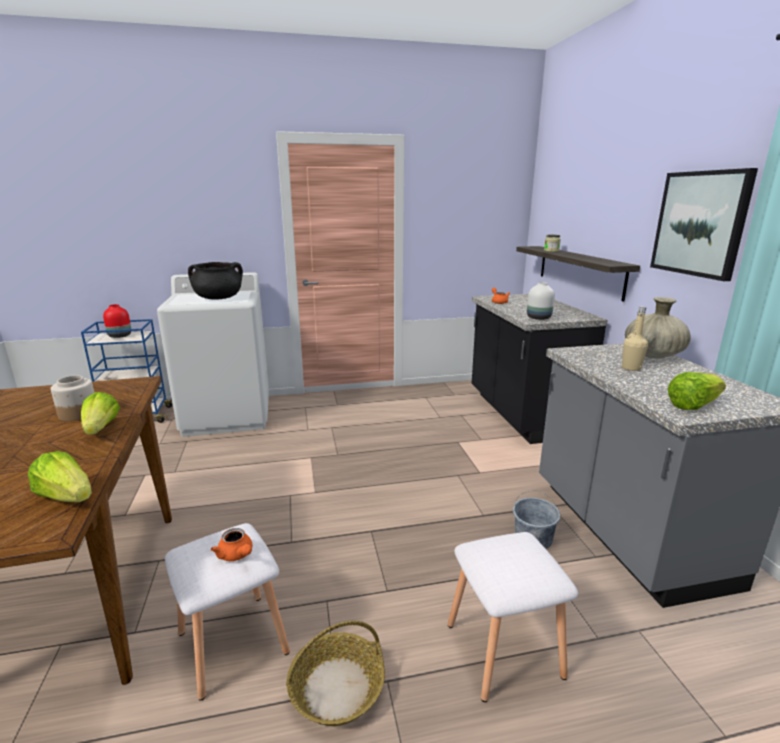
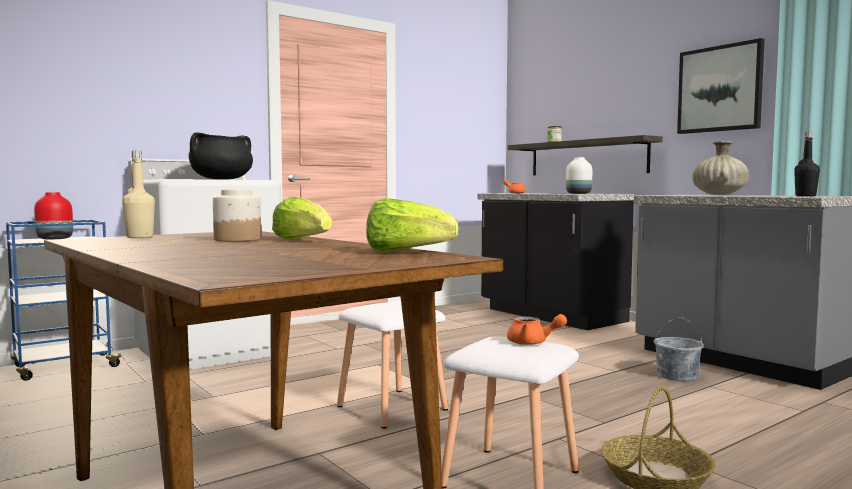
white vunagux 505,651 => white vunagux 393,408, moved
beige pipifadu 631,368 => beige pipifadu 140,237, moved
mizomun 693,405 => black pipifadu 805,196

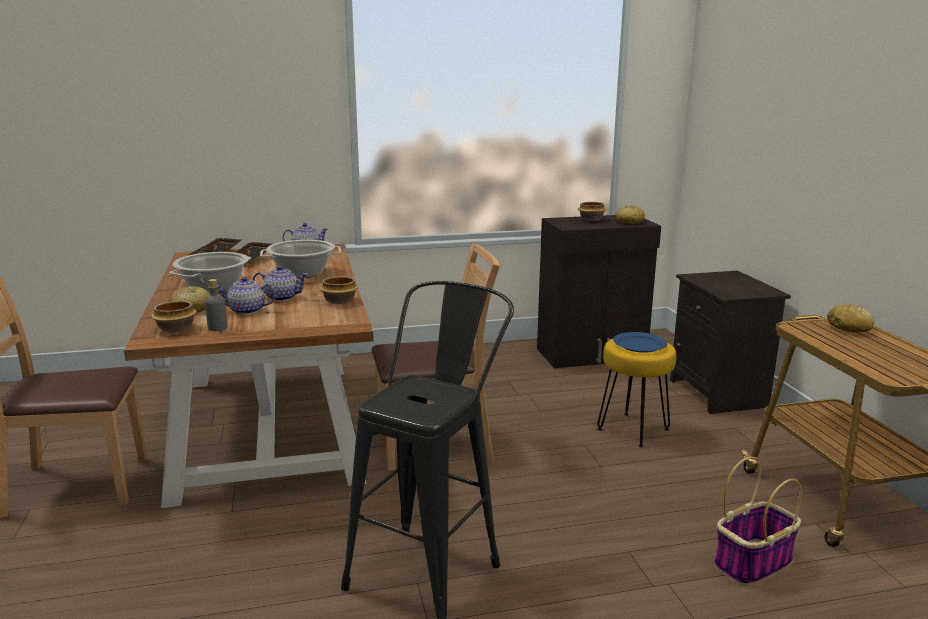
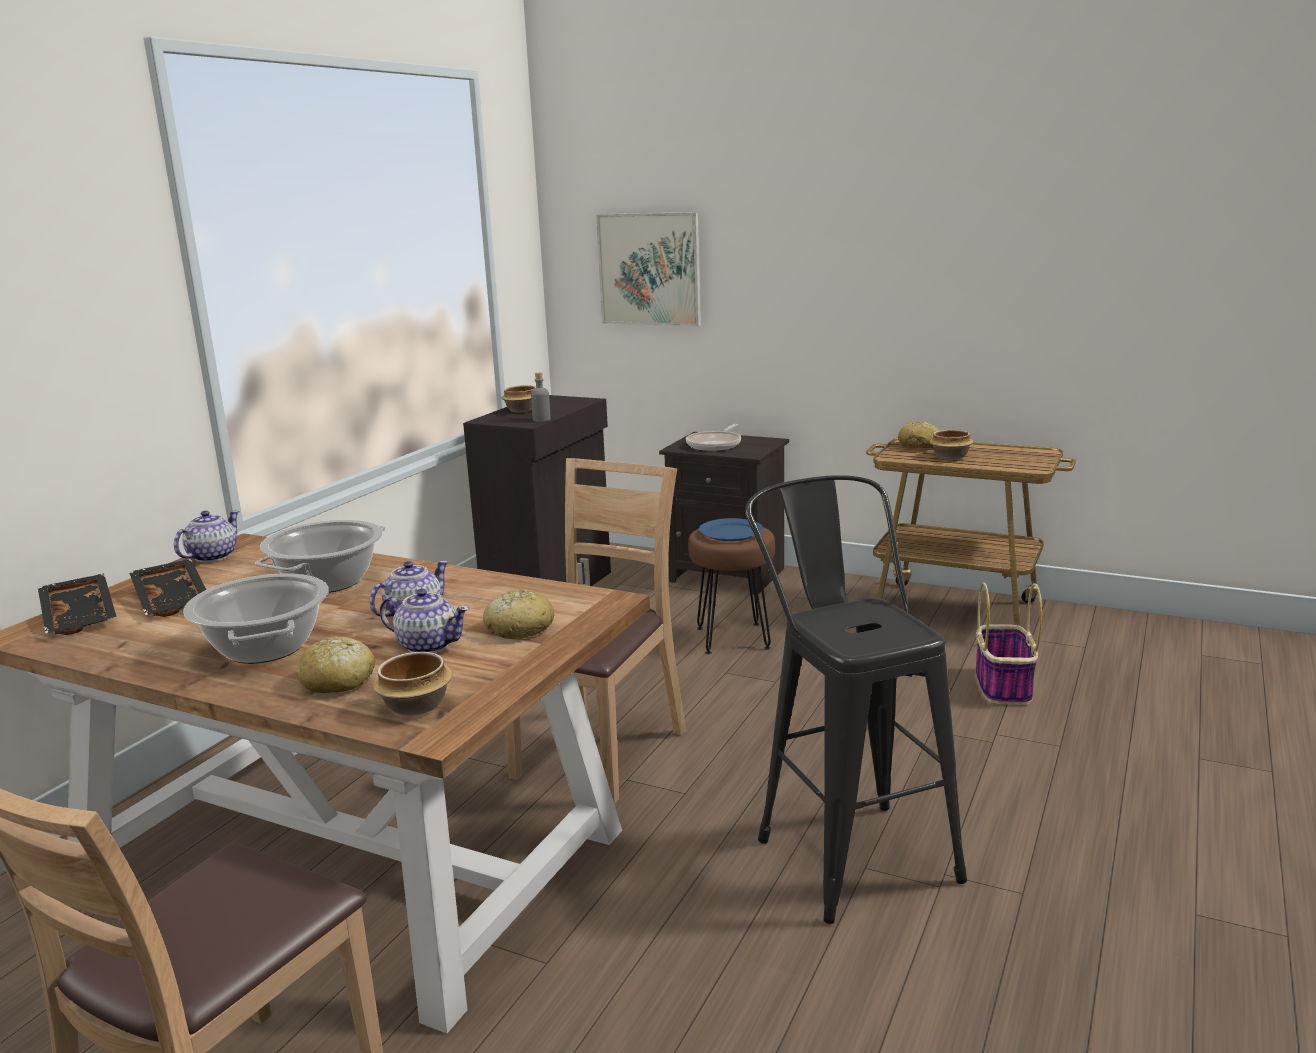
nothing => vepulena 649,269
nothing => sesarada 715,444
grey pipifadu 217,328 => grey pipifadu 541,420, moved
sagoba 339,301 => sagoba 950,457, moved
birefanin 629,222 => birefanin 518,628, moved
yellow vunagux 634,429 => brown vunagux 733,638
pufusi 247,311 => pufusi 428,645, 105 degrees counterclockwise

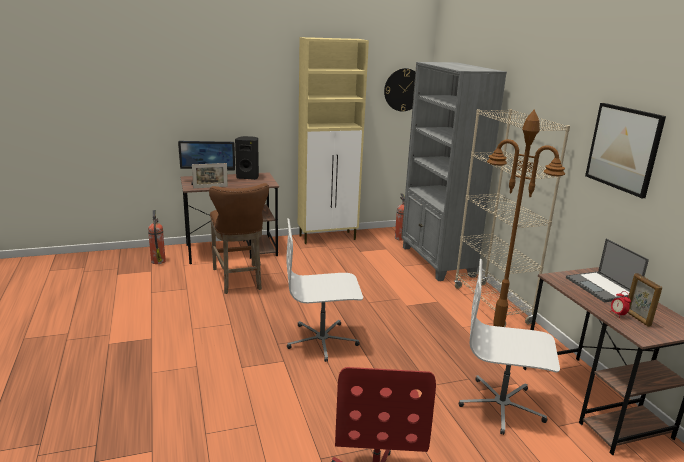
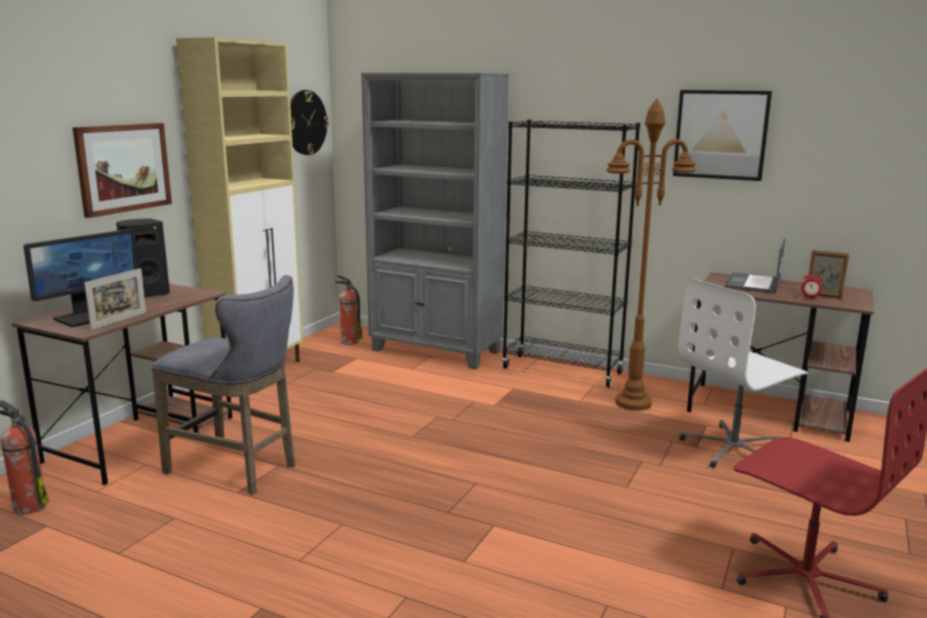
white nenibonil 322,341 => nothing
nothing => vepulena 123,168
brown vunagux 238,280 => grey vunagux 238,469
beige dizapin 491,305 => black dizapin 562,371
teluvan 602,287 => teluvan 753,284, 90 degrees clockwise

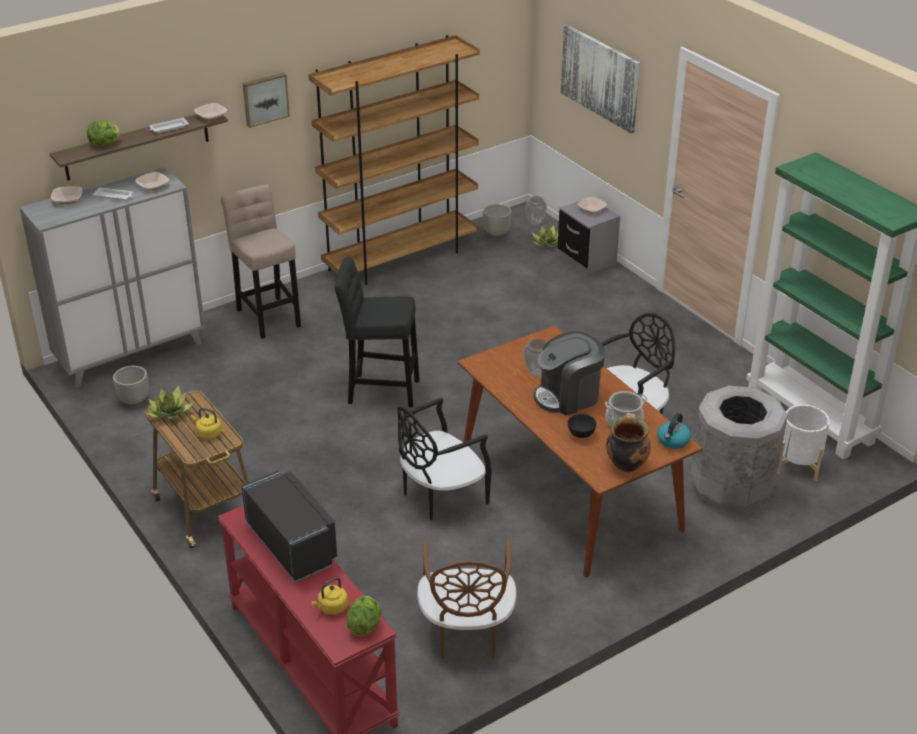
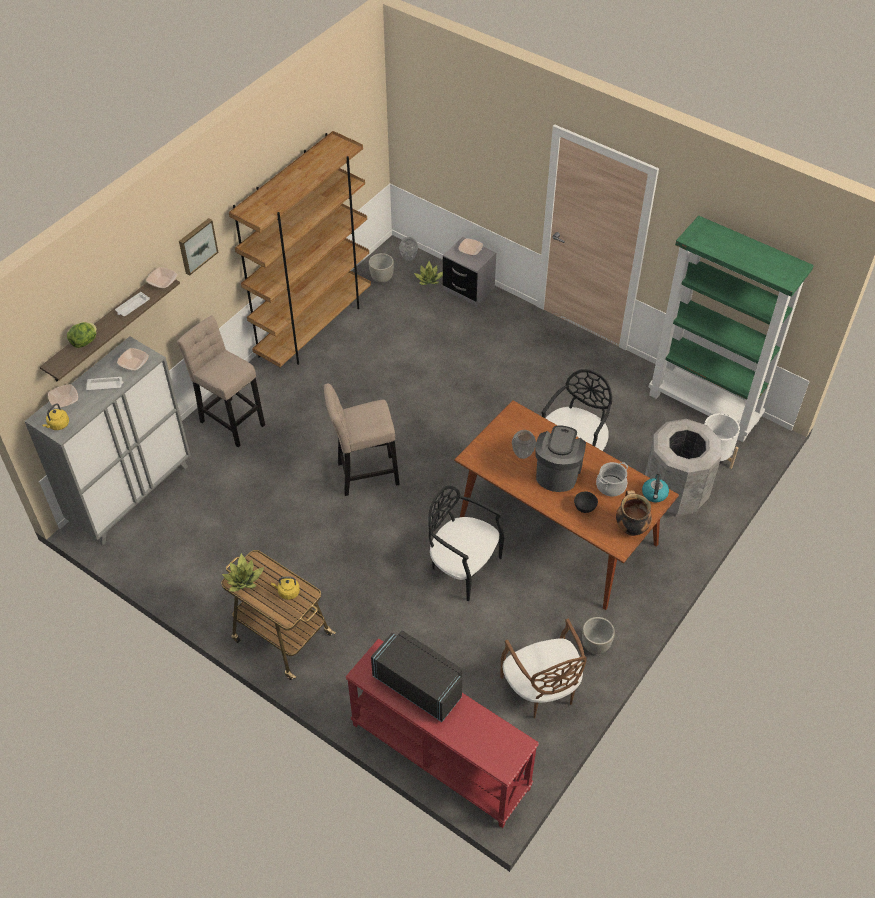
mizomun 364,625 => nothing
vepulena 600,77 => nothing
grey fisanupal 133,400 => grey fisanupal 595,645, moved
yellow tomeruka 331,608 => yellow tomeruka 58,425, moved
black vunagux 379,390 => beige vunagux 364,475
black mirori 441,495 => black mirori 463,566, 90 degrees clockwise
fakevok 568,396 => fakevok 557,472, 150 degrees clockwise

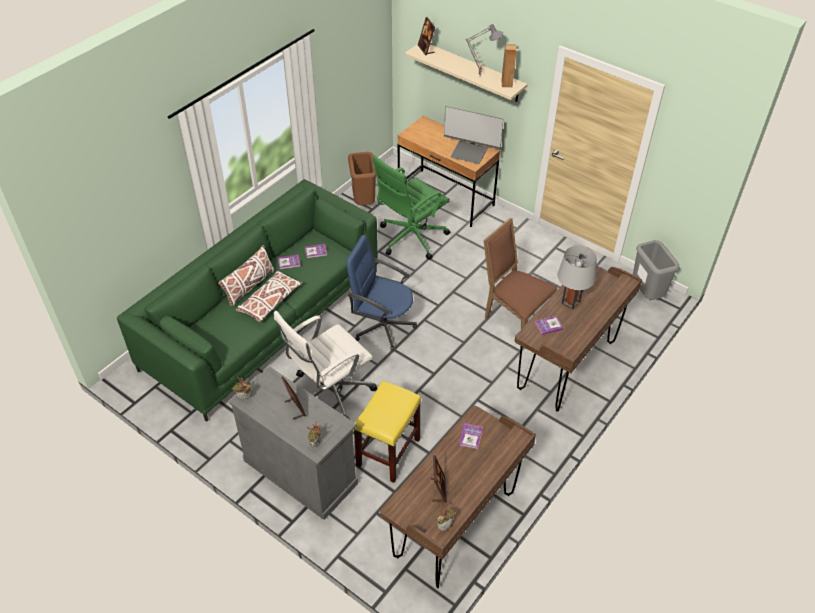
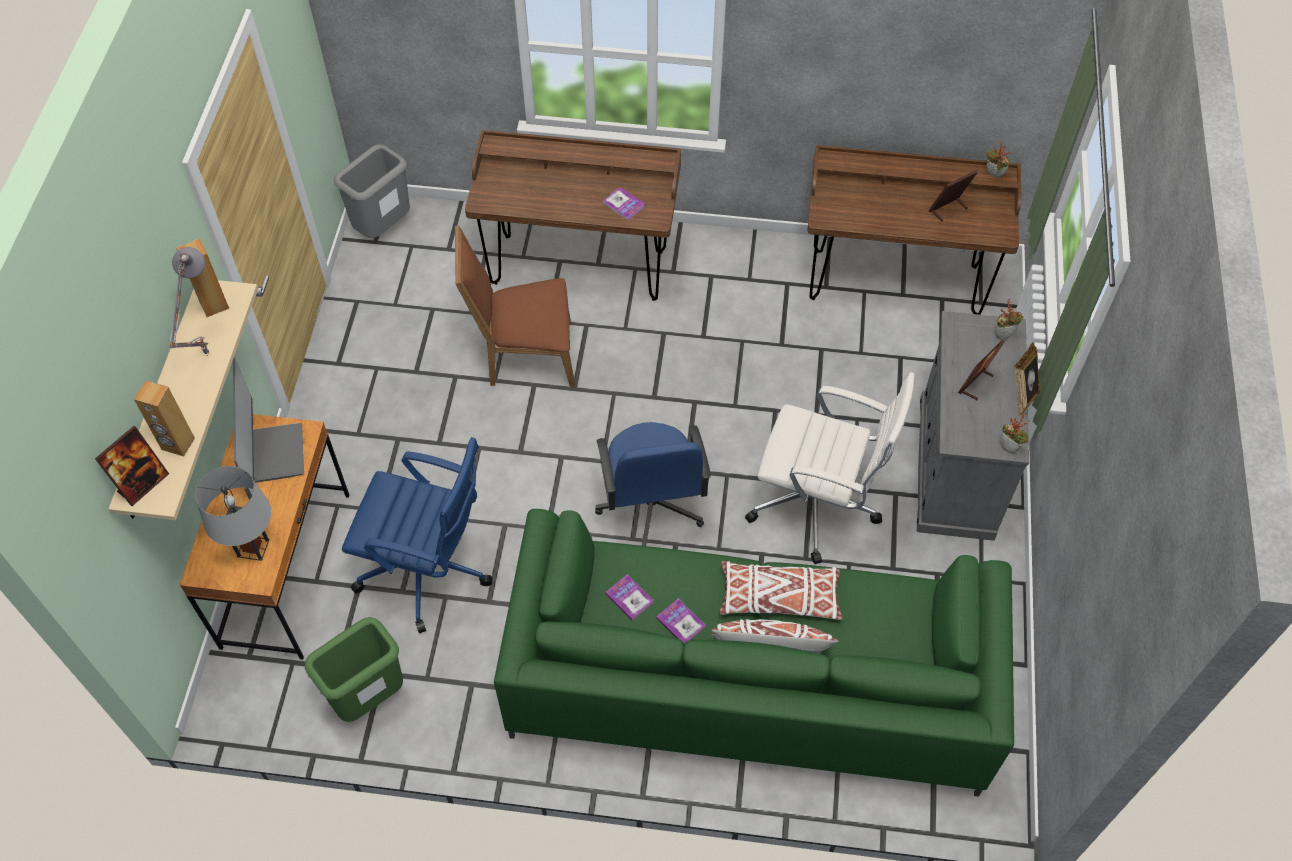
yellow vunagux 388,452 => nothing
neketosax 470,436 => nothing
nothing => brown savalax 178,444
nothing => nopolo 1022,392
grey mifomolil 570,302 => grey mifomolil 253,548, moved
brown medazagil 364,202 => green medazagil 369,697
green nenibonil 410,238 => blue nenibonil 428,569
brown mirori 514,317 => brown mirori 525,356, 75 degrees clockwise

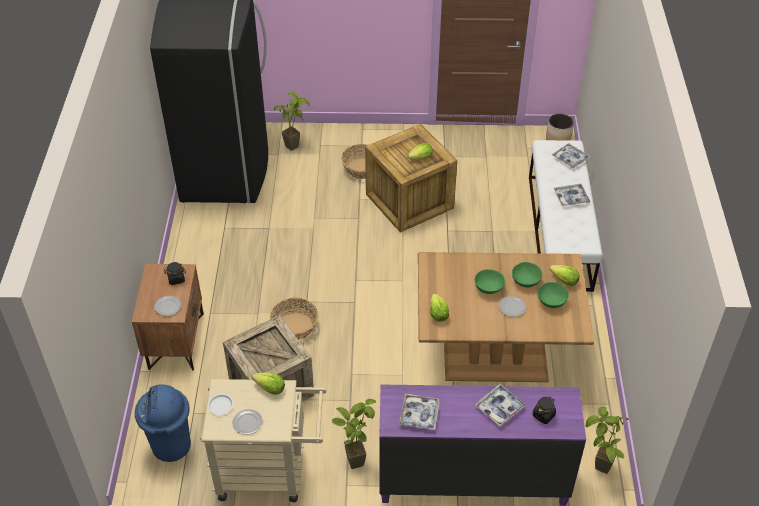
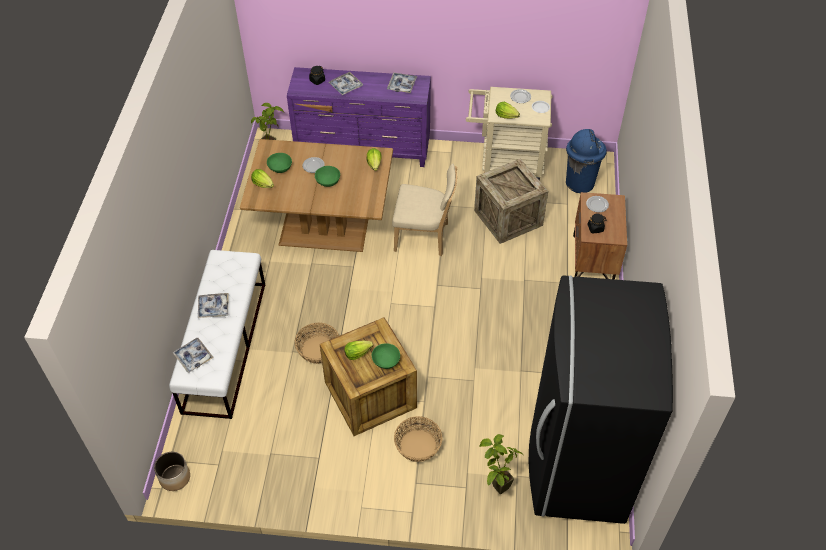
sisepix 356,457 => nothing
nothing => beige mirori 424,237
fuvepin 294,326 => fuvepin 318,349, moved
green sagoba 525,281 => green sagoba 386,361, moved

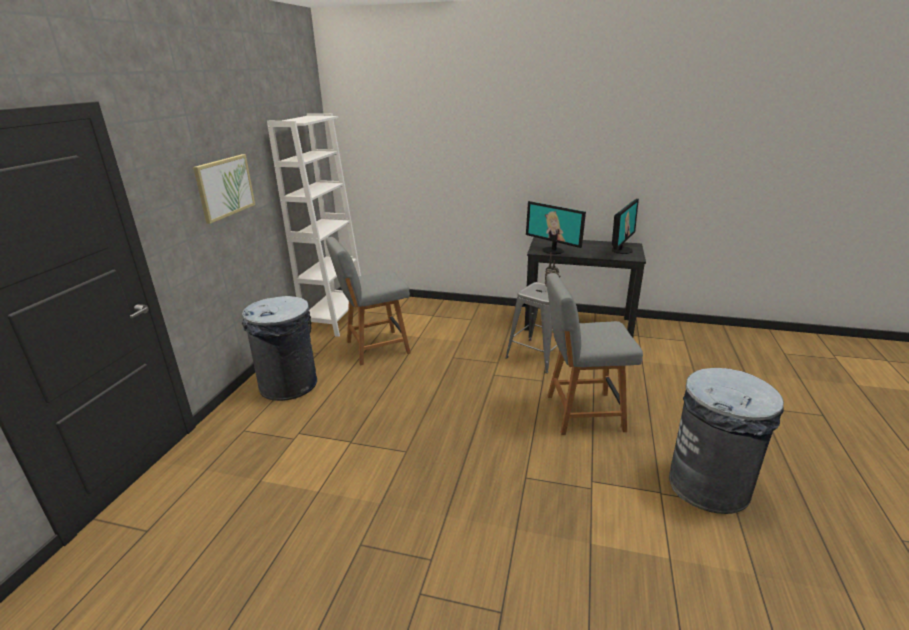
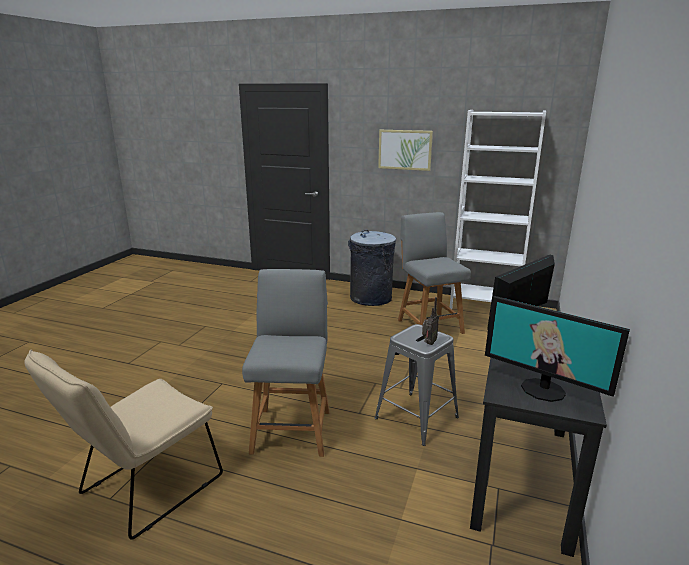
grey medazagil 709,485 => beige mirori 144,490

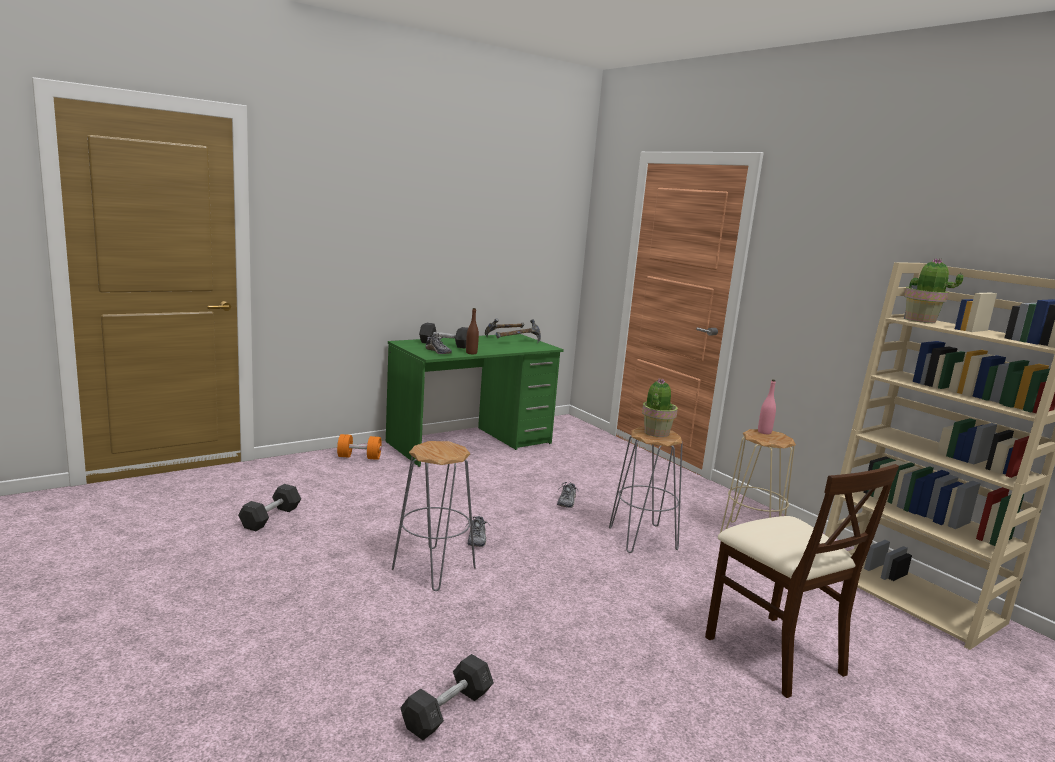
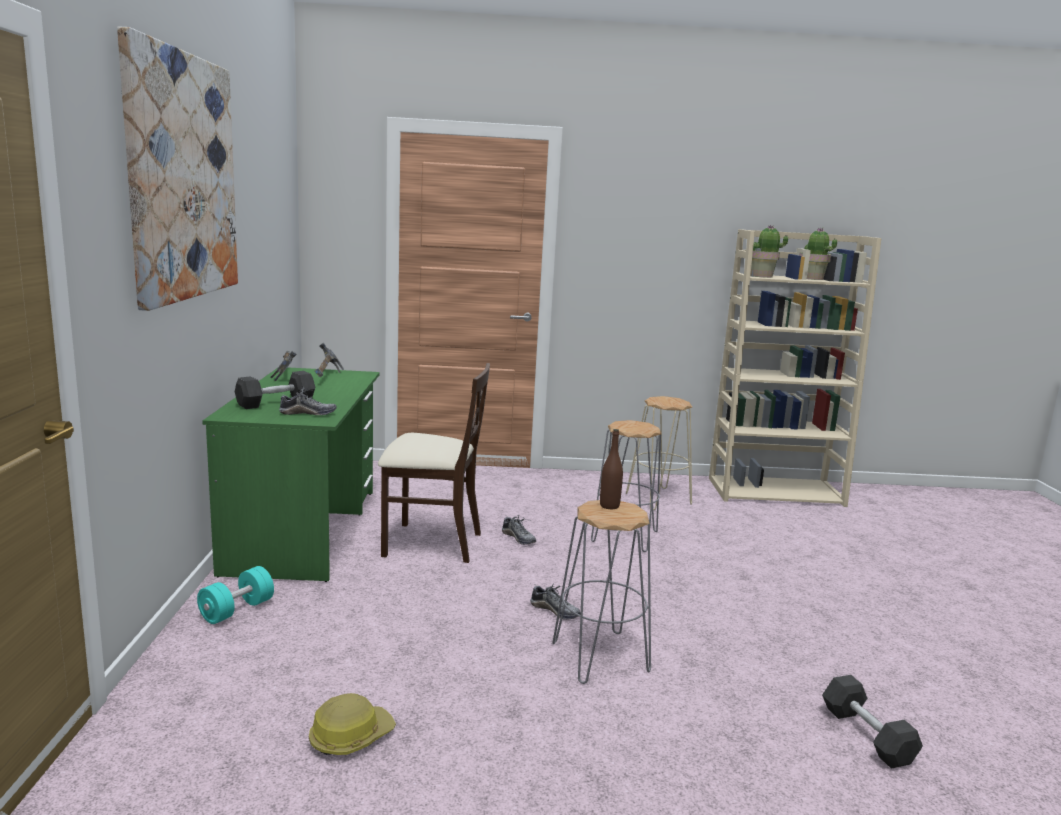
pink pipifadu 764,432 => nothing
nothing => vepulena 183,177
brown pipifadu 471,353 => brown pipifadu 609,506, moved
sisepix 656,433 => sisepix 812,278, moved
beige mirori 774,653 => beige mirori 431,543, moved
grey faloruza 270,517 => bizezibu 350,737
orange faloruza 359,457 => turquoise faloruza 237,610

